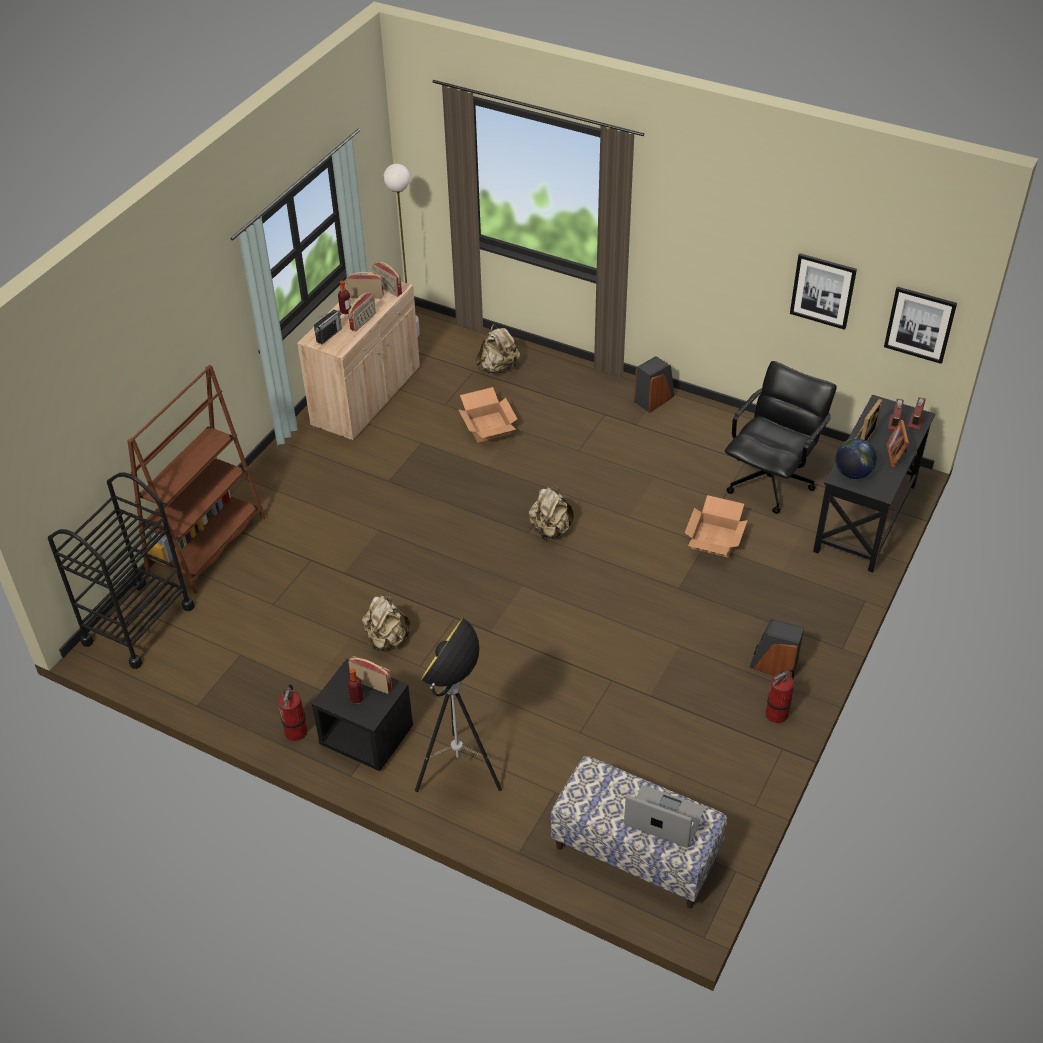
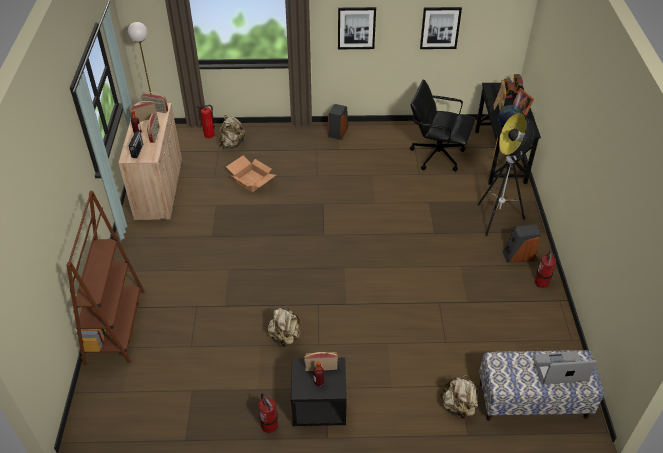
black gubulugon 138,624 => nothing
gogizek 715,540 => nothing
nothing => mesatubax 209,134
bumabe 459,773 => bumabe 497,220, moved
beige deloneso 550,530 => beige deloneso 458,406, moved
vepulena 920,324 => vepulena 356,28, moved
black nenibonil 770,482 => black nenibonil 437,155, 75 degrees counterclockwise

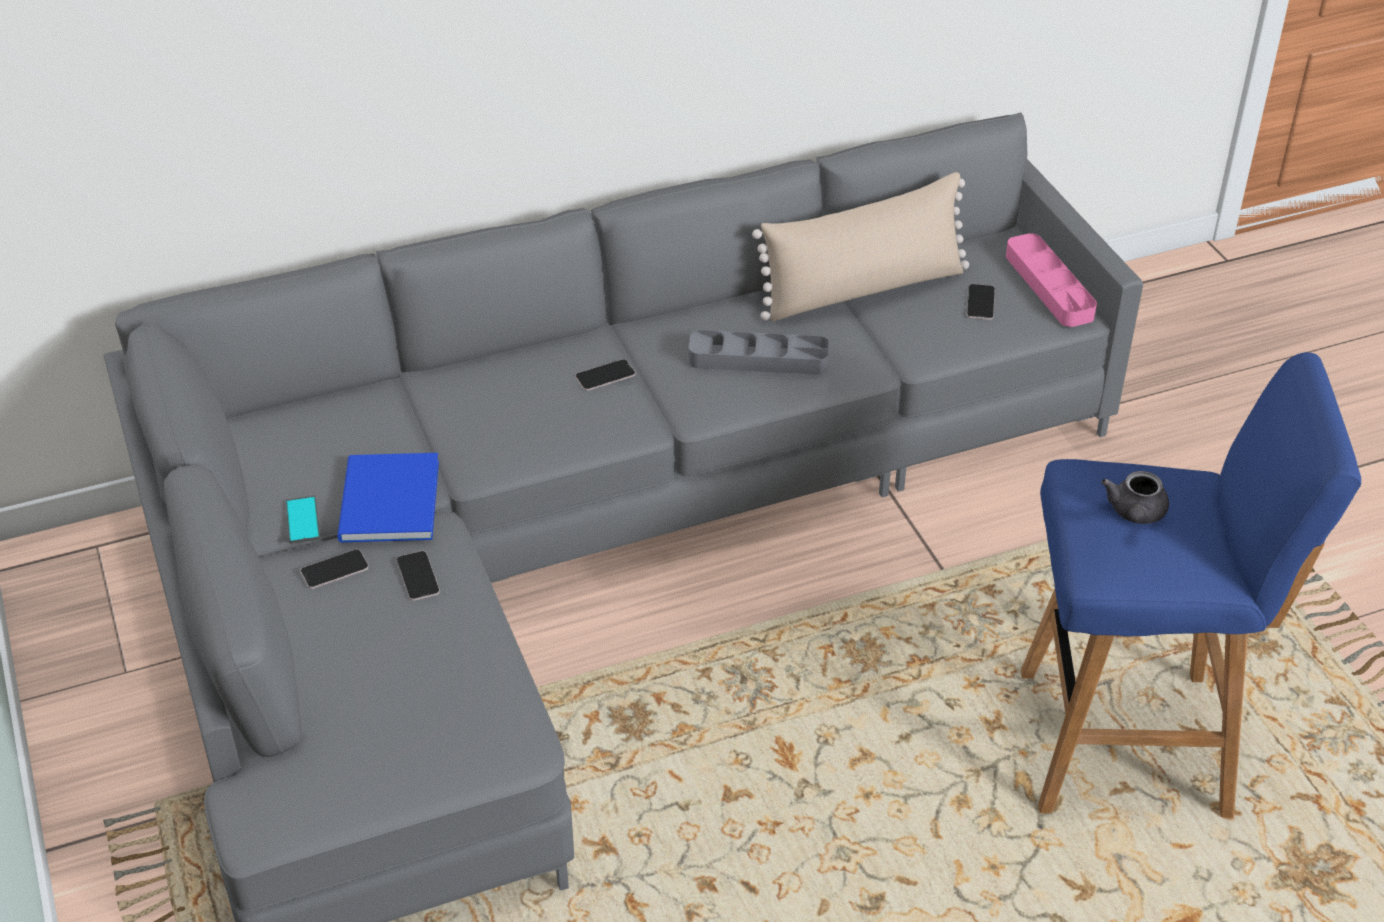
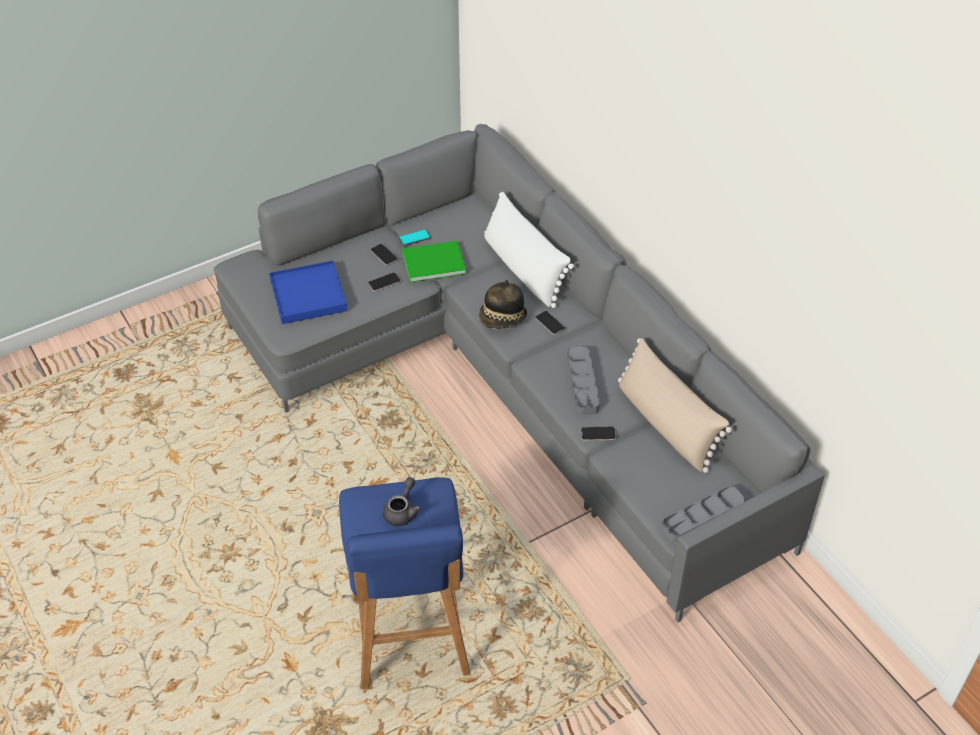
nothing => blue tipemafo 308,295
nothing => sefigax 503,319
nothing => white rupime 523,269
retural 980,302 => retural 598,434, moved
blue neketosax 386,503 => green neketosax 431,262
pink tipemafo 1049,286 => grey tipemafo 702,517
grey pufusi 1135,514 => grey pufusi 402,511, 105 degrees clockwise

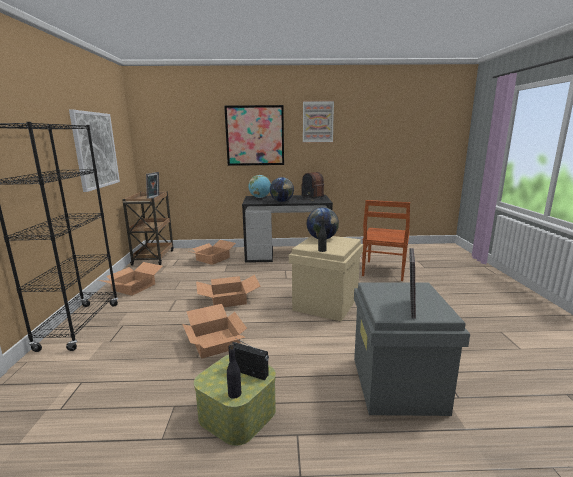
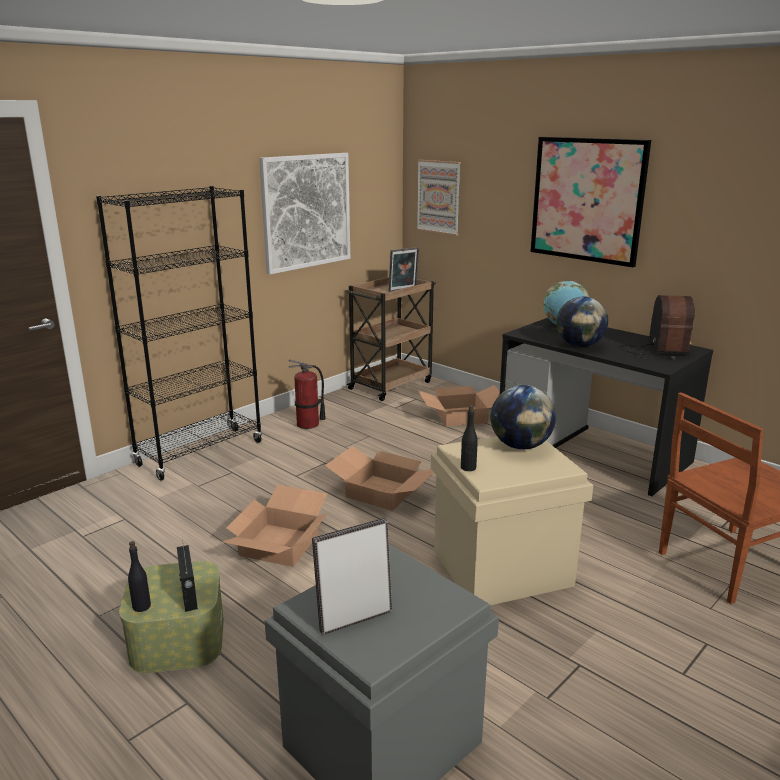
vepulena 318,122 => vepulena 438,197, moved
gogizek 134,287 => mesatubax 308,424

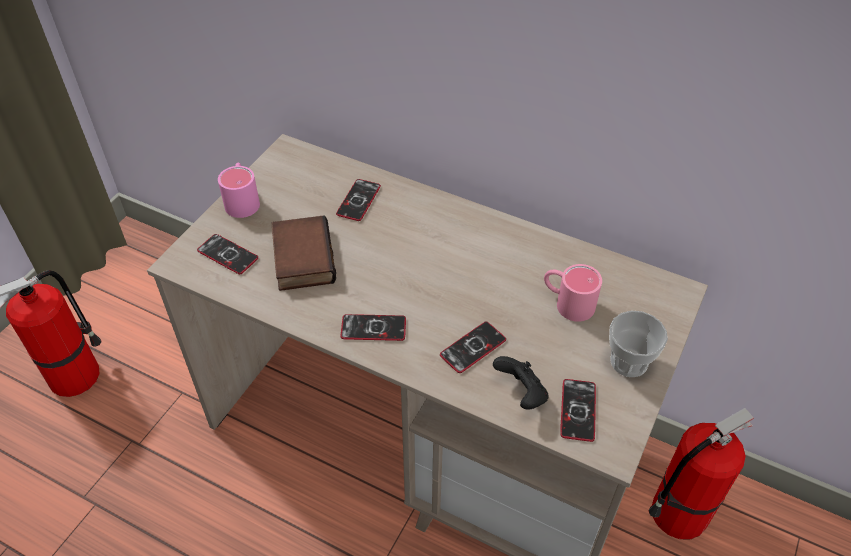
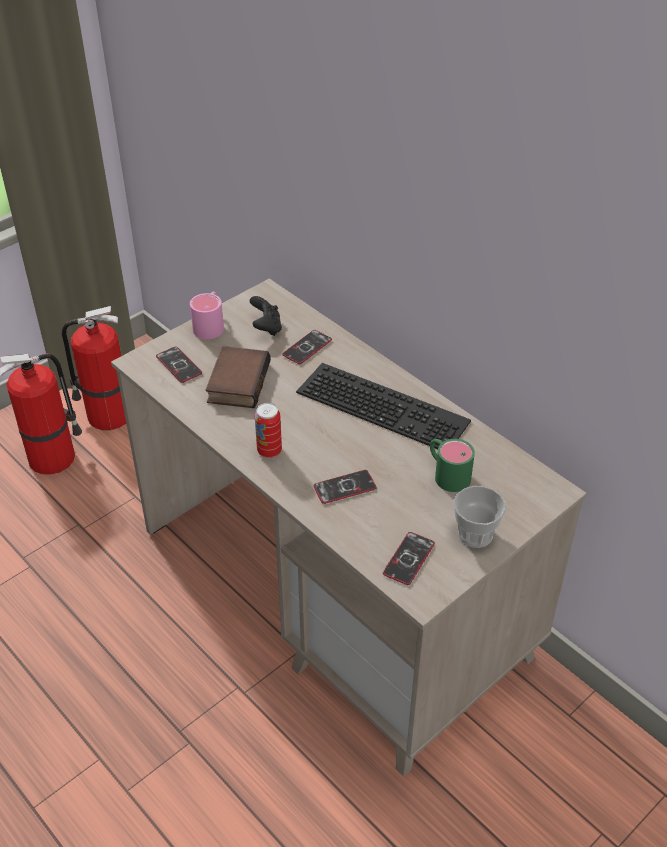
nothing => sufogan 385,405
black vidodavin 521,394 => black vidodavin 266,328, moved
mesatubax 677,514 => mesatubax 107,415, moved
retural 373,328 => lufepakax 269,451
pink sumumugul 567,302 => green sumumugul 447,473

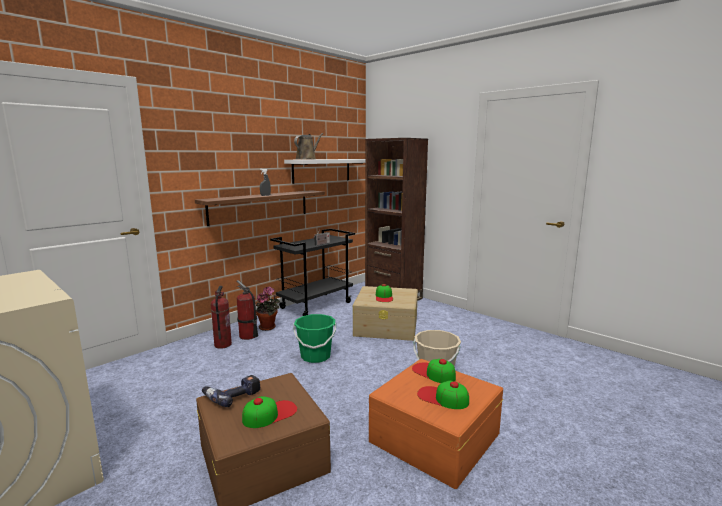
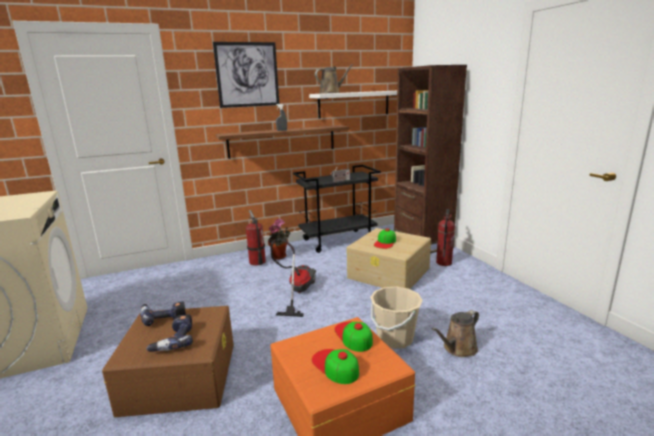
nothing => vepulena 247,75
nothing => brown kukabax 458,349
mesatubax 222,345 => mesatubax 443,263, moved
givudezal 270,414 => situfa 174,340
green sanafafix 315,356 => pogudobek 297,292

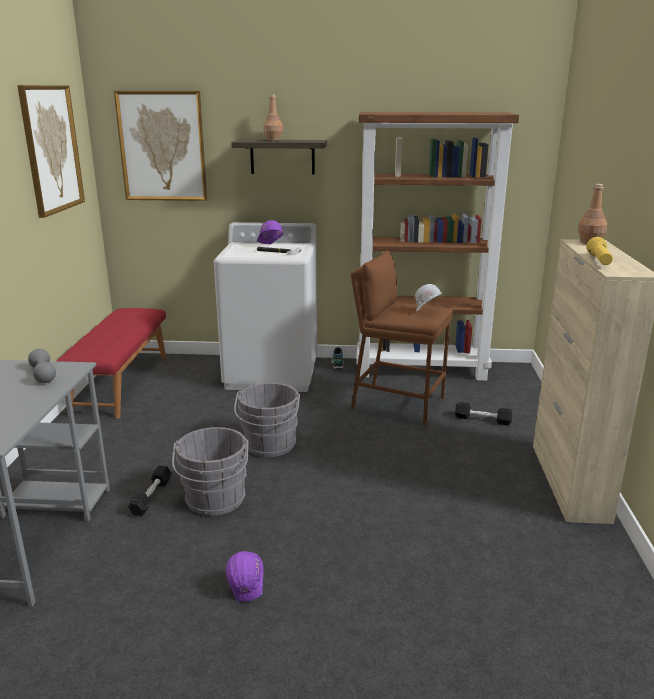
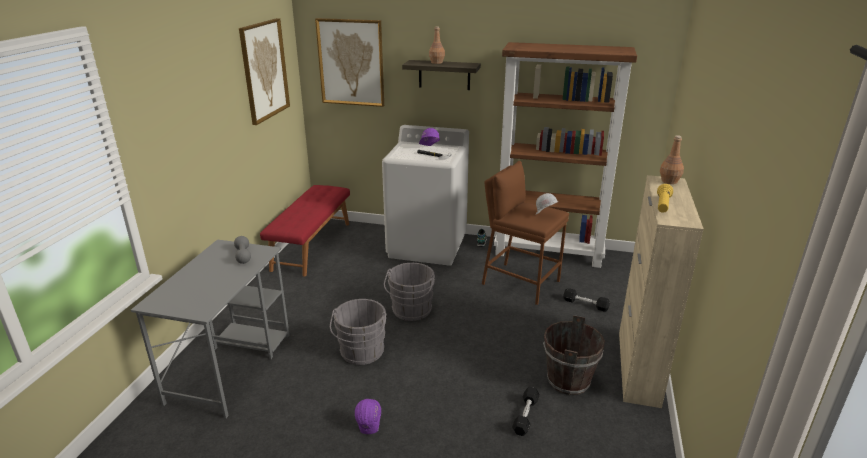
nothing => brown sanafafix 568,381
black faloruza 151,497 => black faloruza 525,416, moved

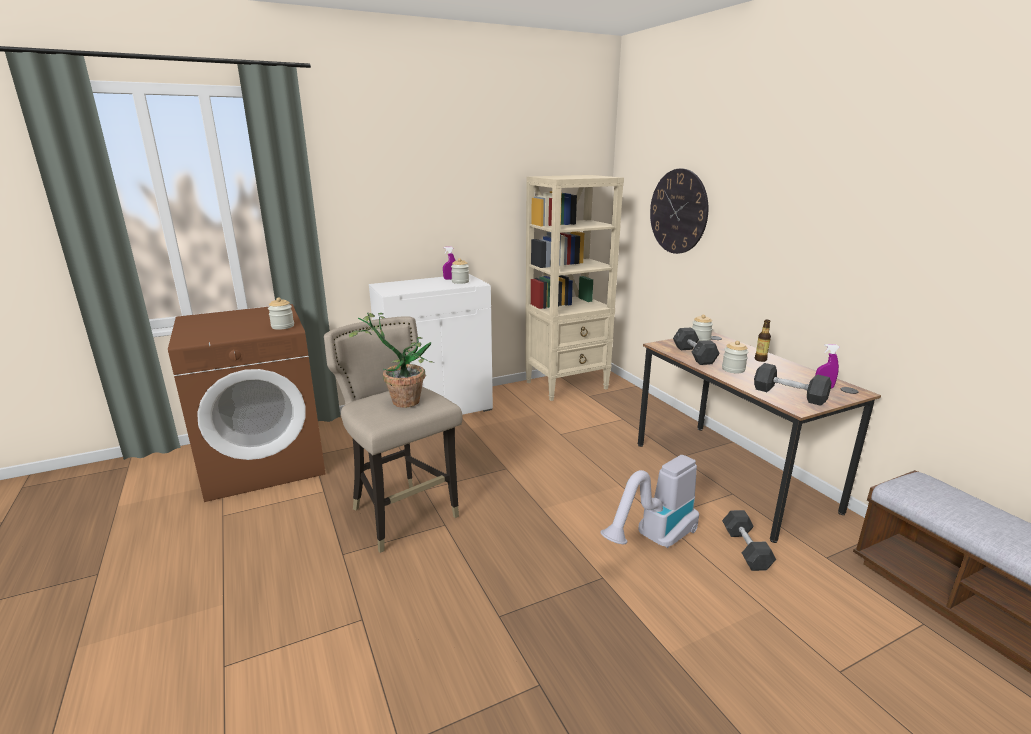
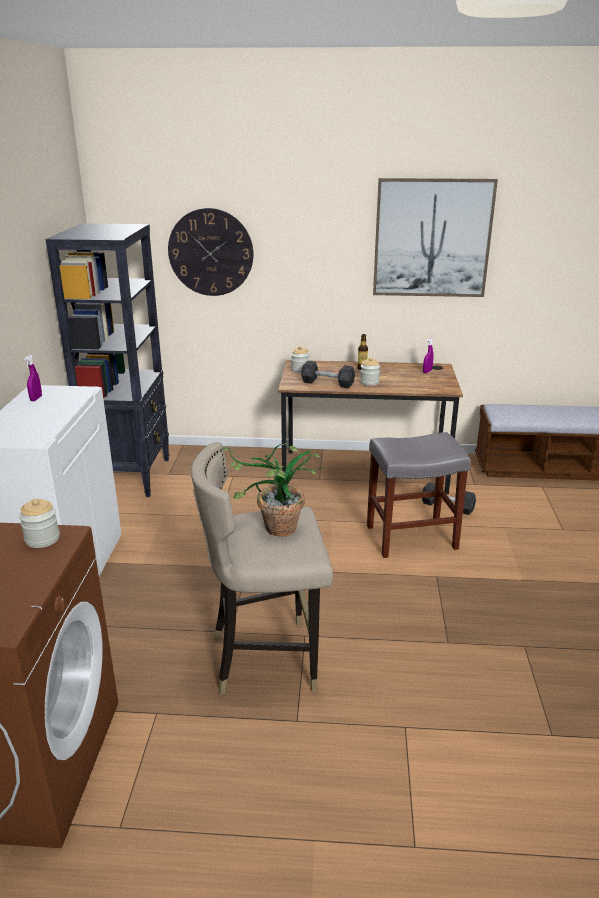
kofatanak 460,282 => nothing
grey faloruza 789,395 => nothing
nothing => vepulena 432,238
pogudobek 654,541 => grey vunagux 412,537
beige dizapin 567,385 => black dizapin 130,476

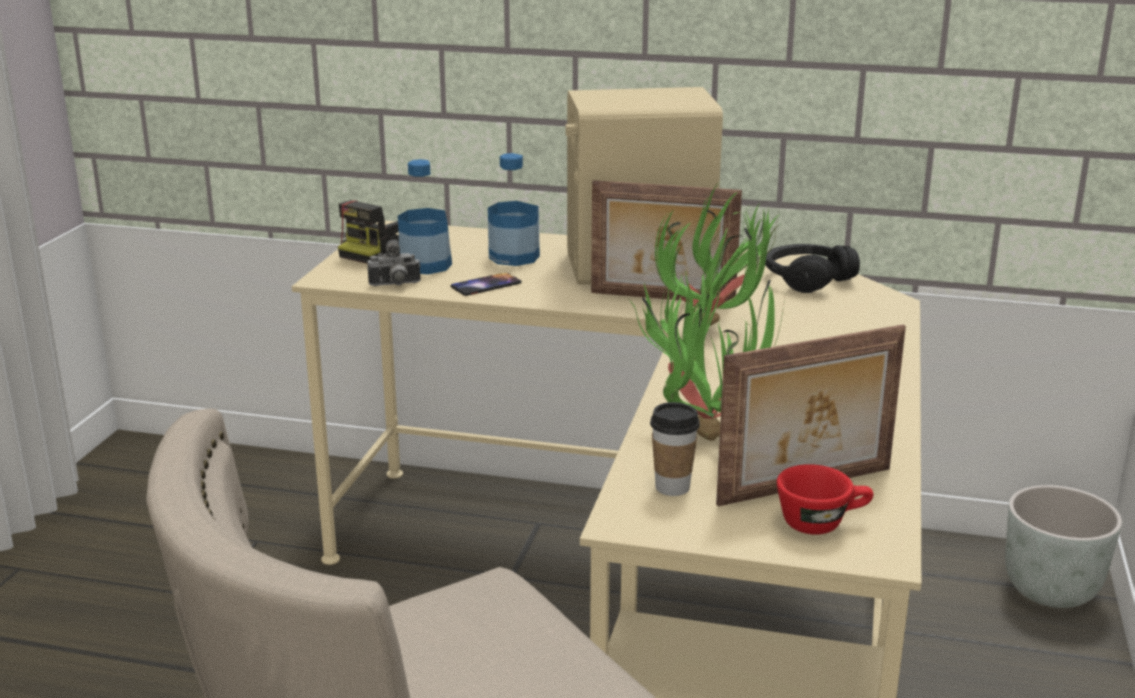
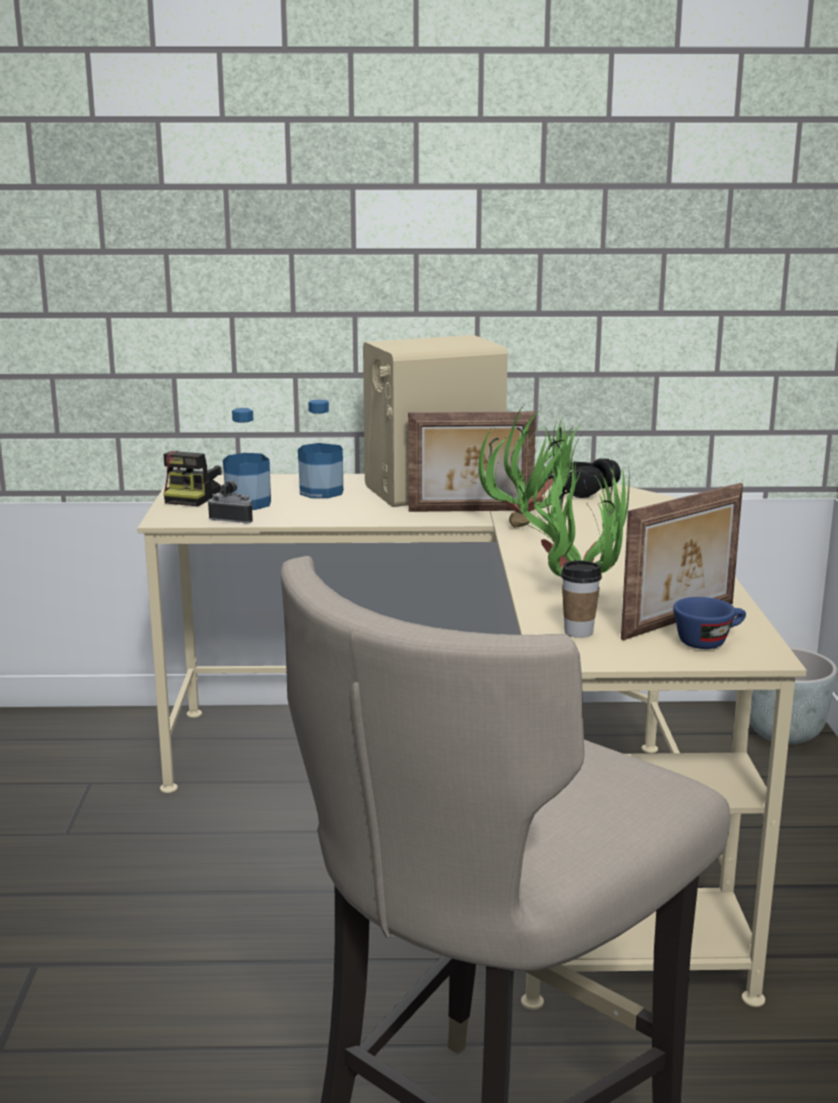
retural 486,285 => nothing
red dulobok 822,522 => blue dulobok 708,641
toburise 395,285 => toburise 233,519, 135 degrees counterclockwise

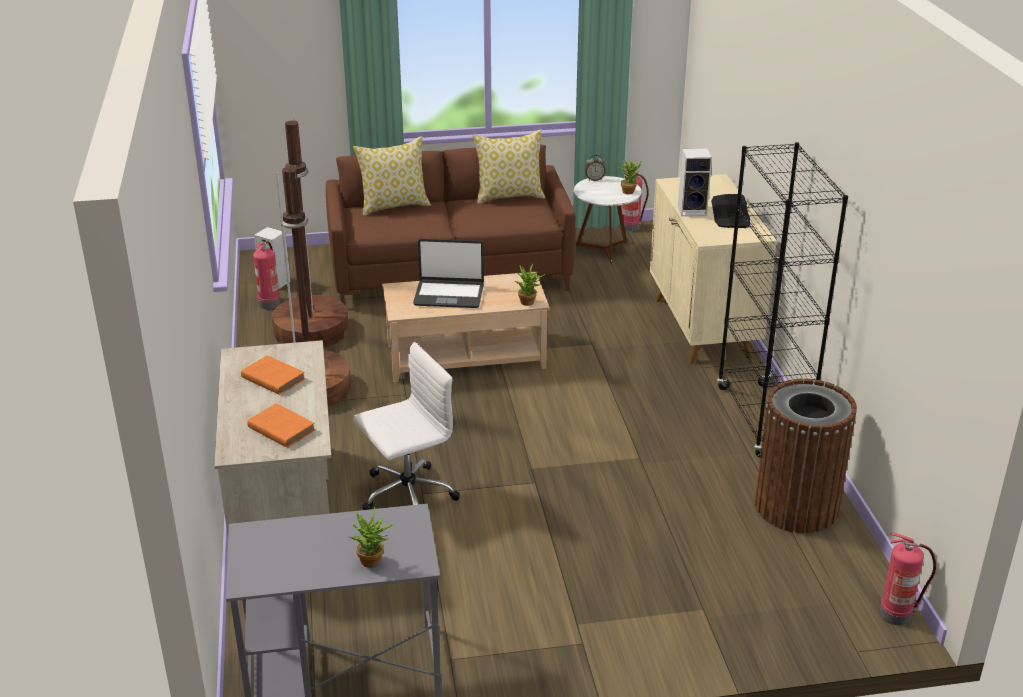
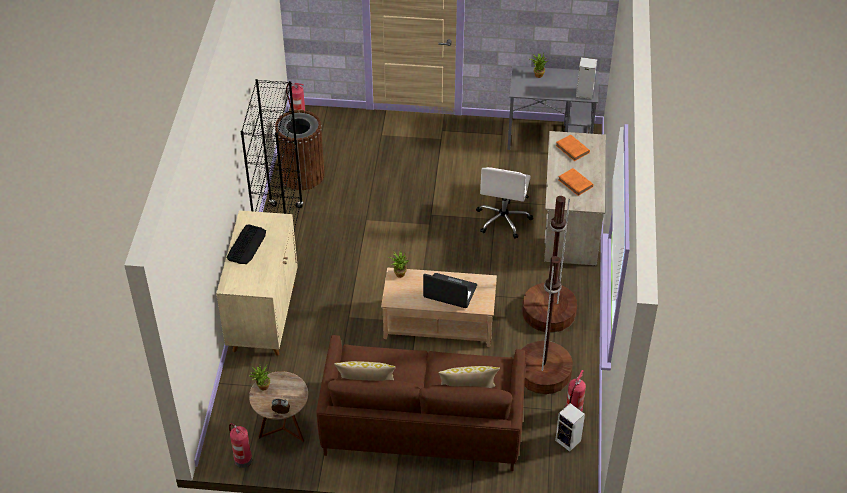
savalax 693,210 => savalax 583,93, moved
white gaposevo 605,250 => brown gaposevo 283,429
white nenibonil 406,496 => white nenibonil 503,219, 60 degrees counterclockwise

